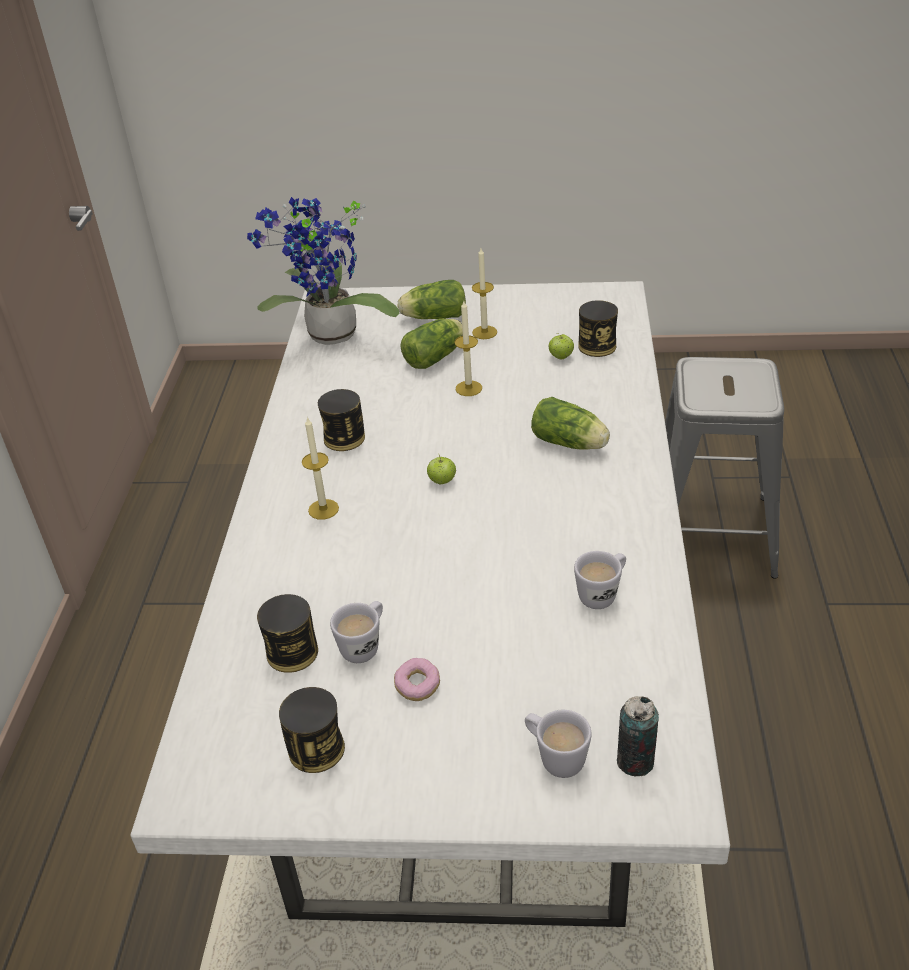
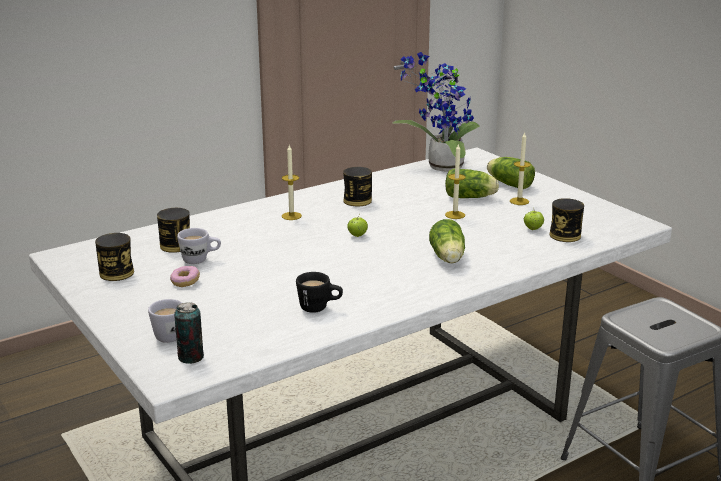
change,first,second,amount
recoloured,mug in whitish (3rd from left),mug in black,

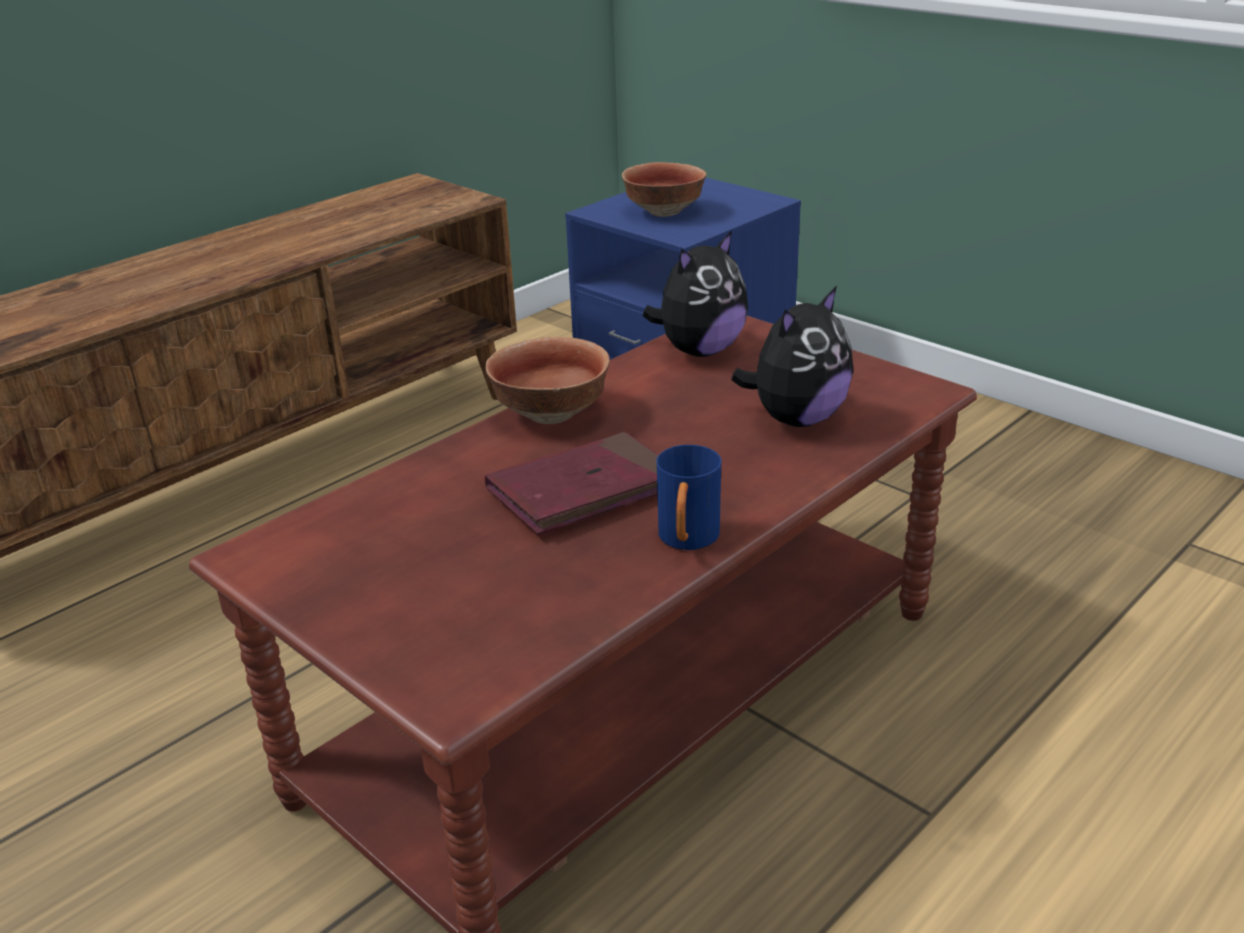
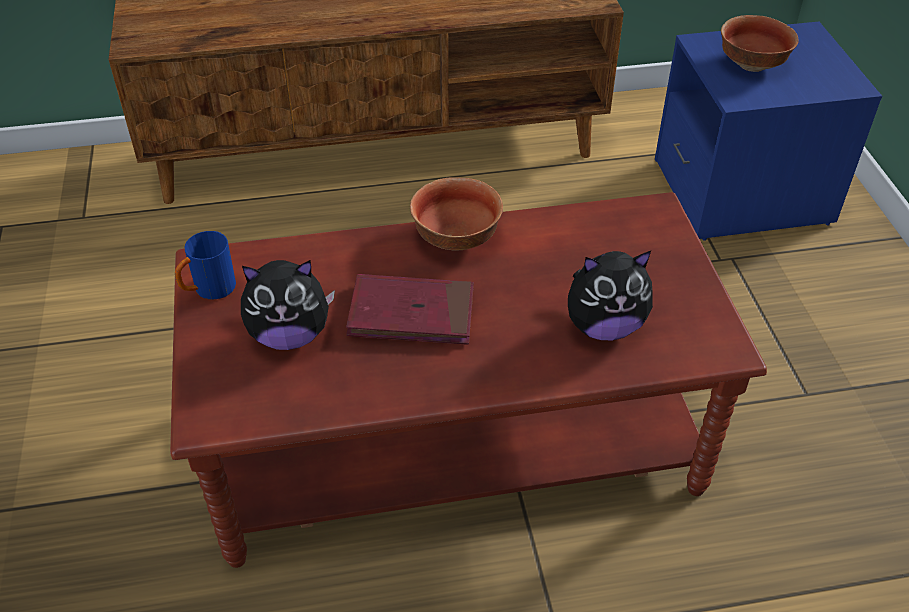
change,first,second,amount
moved,mug in blue,,
moved,cuddly toy (1st from left),,

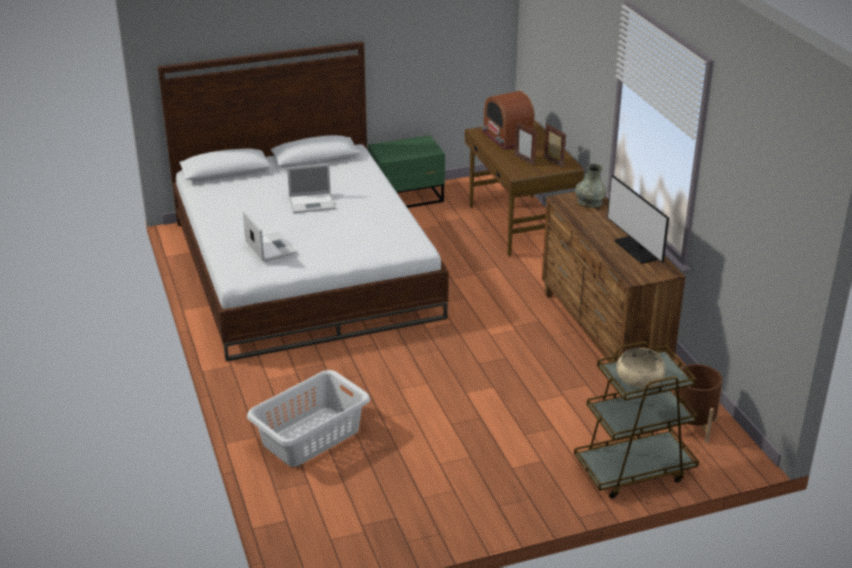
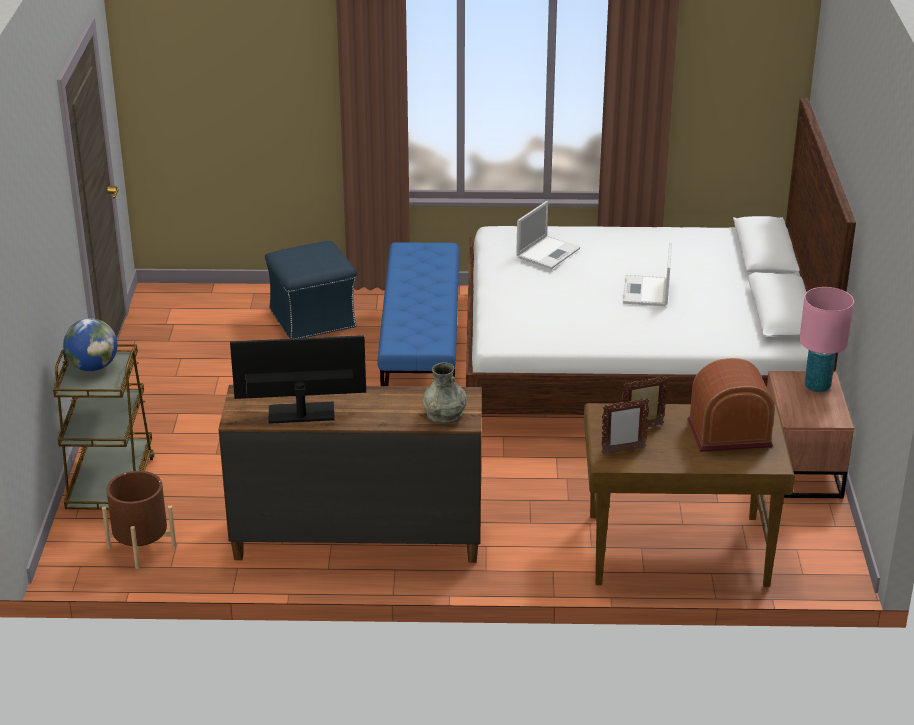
change,first,second,amount
replaced,serving bowl in beige,globe,
replaced,washing basket in whitish,pouffe in blue,
added,,indoor bench in blue,
turned,portable computer (1st from left),,45 degrees counterclockwise
recoloured,bedside table in green-coloured,bedside table in brown,
added,,table lamp in pink-coloured,

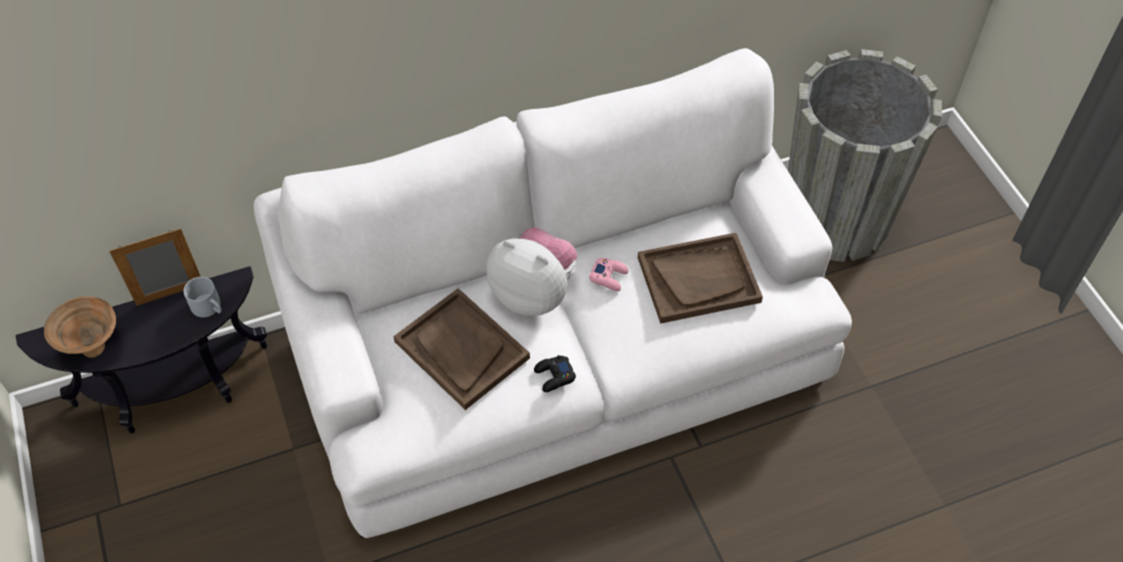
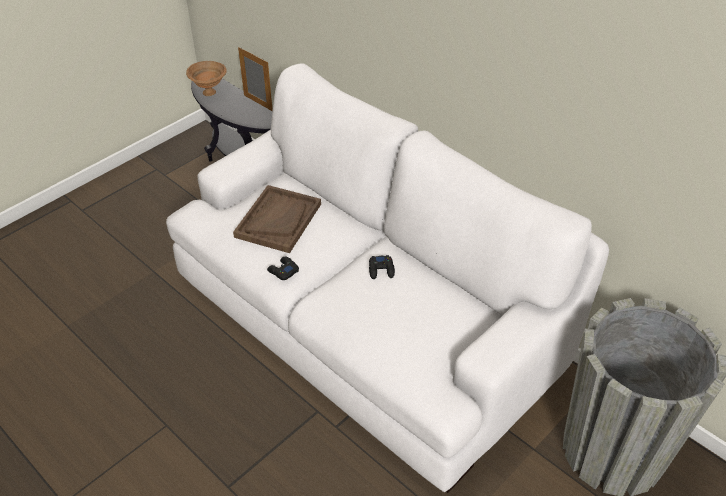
change,first,second,amount
recoloured,joypad in pink-coloured,joypad in black (2nd from left),
removed,mug in gray,,
removed,cuddly toy,,
removed,tray in brown (2nd from left),,

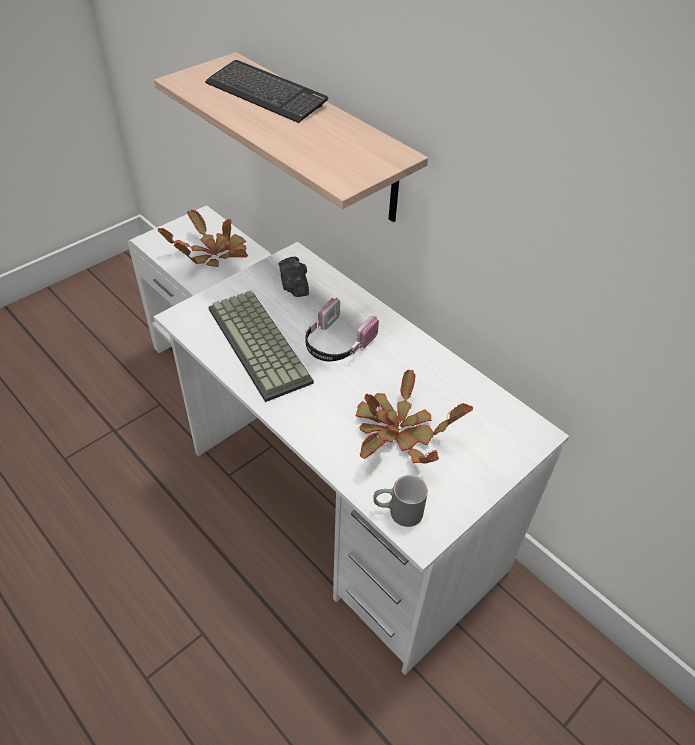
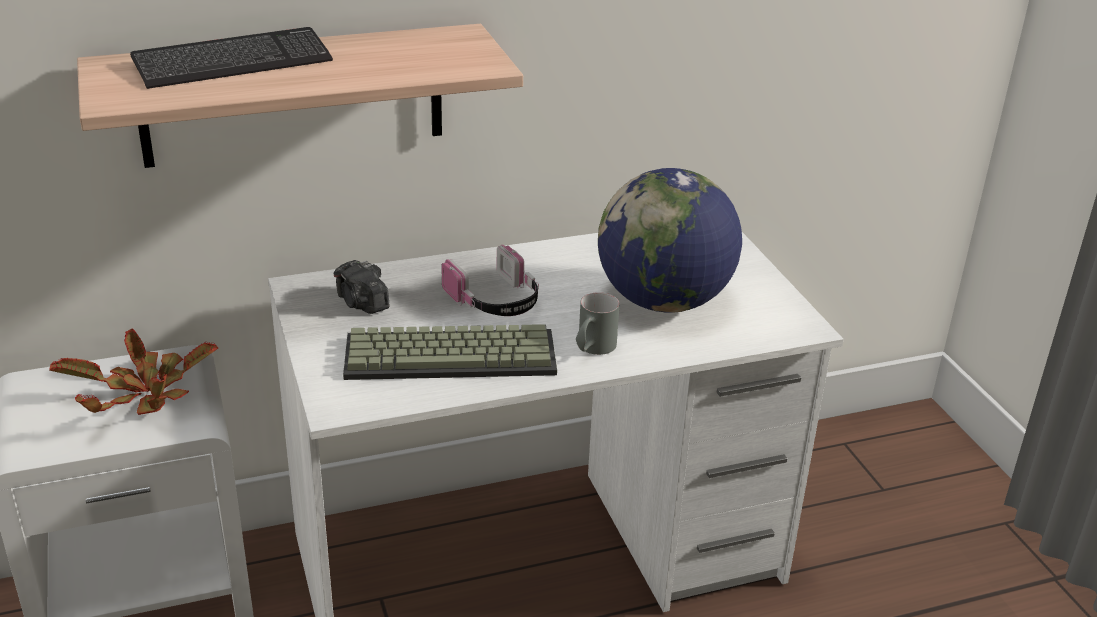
change,first,second,amount
turned,photo camera,,45 degrees clockwise
moved,mug in gray,,
replaced,houseplant (2nd from left),globe,

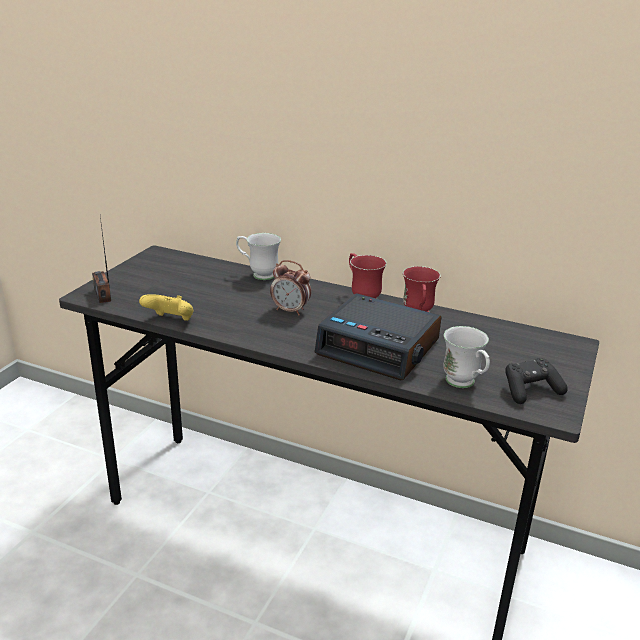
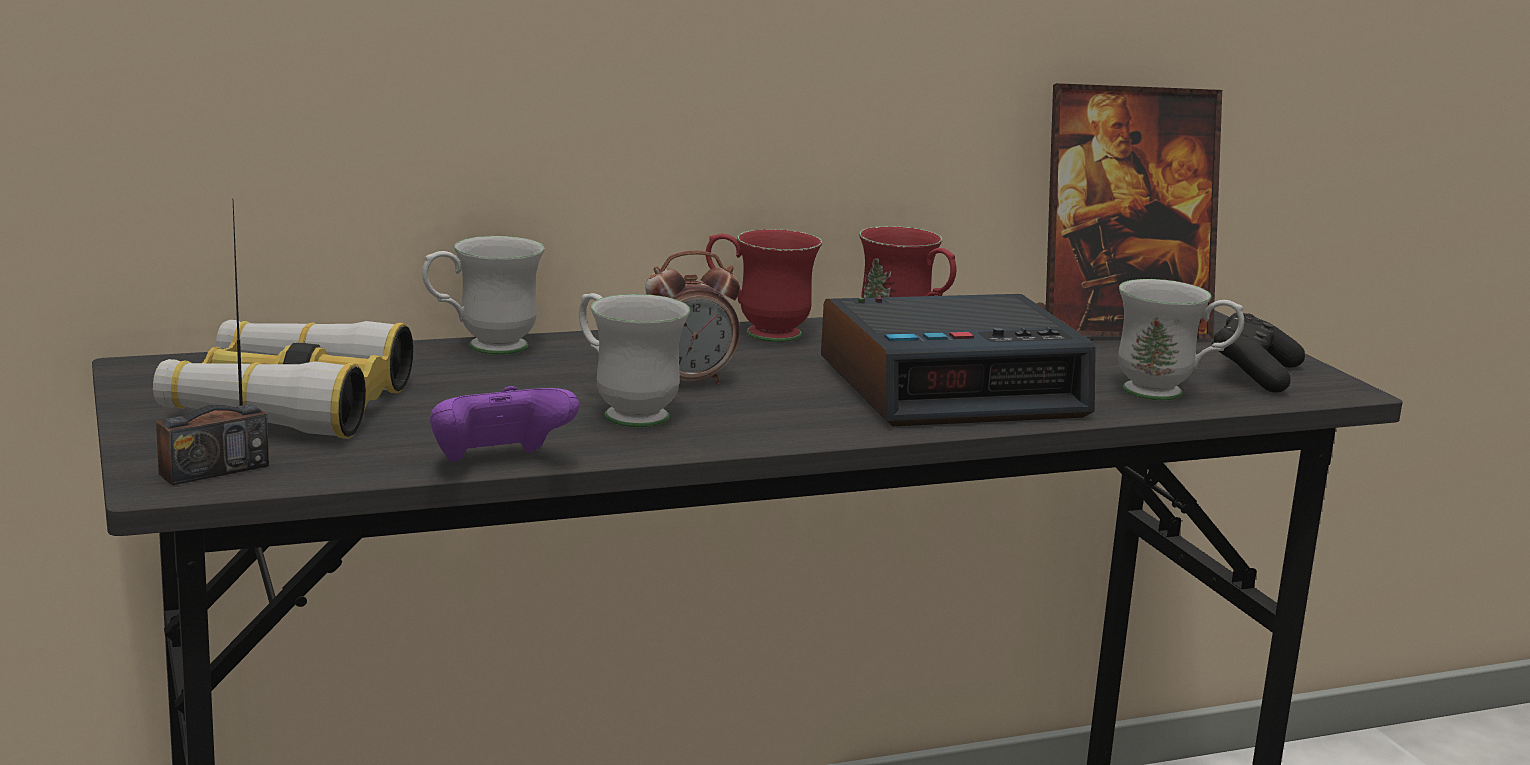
change,first,second,amount
added,,pair of binoculars,
turned,radio set,,60 degrees counterclockwise
recoloured,joypad in yellow,joypad in purple-coloured,
added,,mug in whitish (2nd from left),
added,,photo frame,

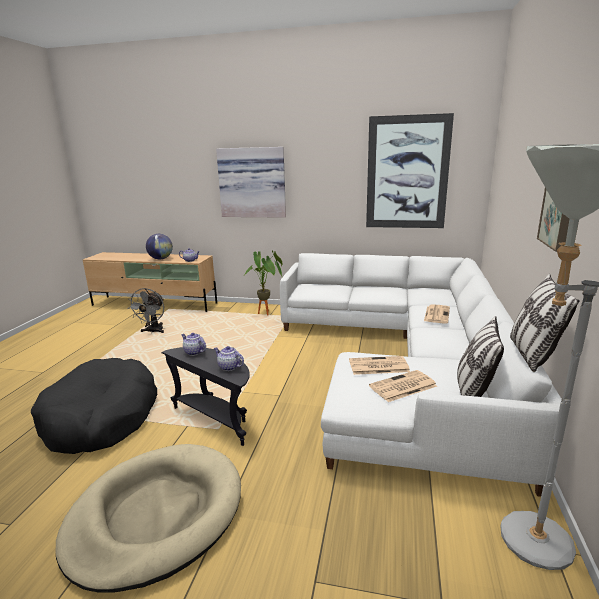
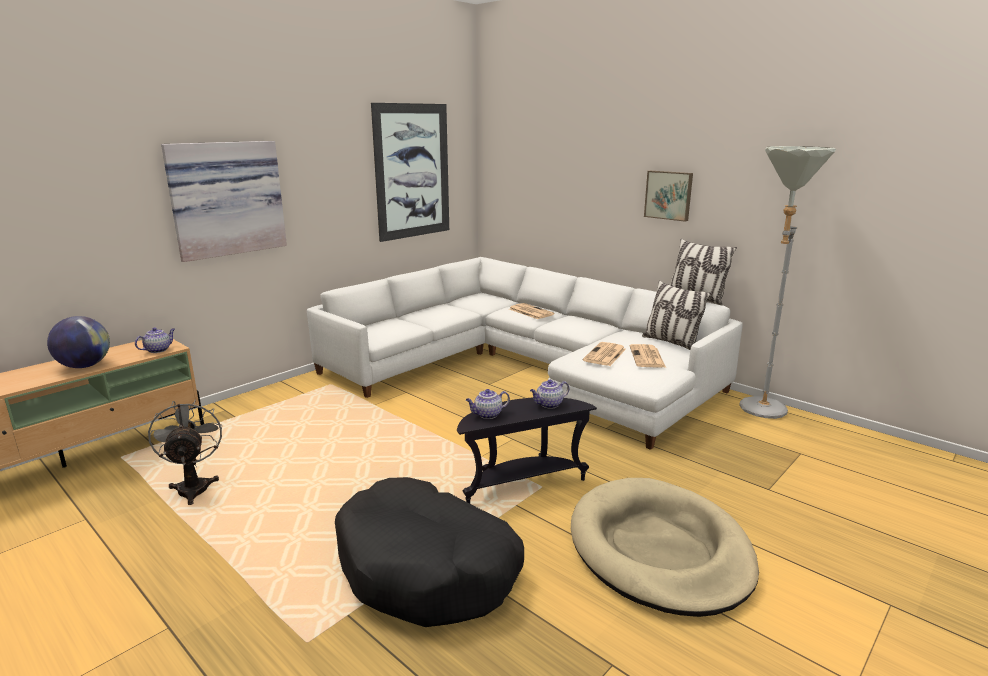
change,first,second,amount
turned,fan in gray,,150 degrees counterclockwise
removed,houseplant,,

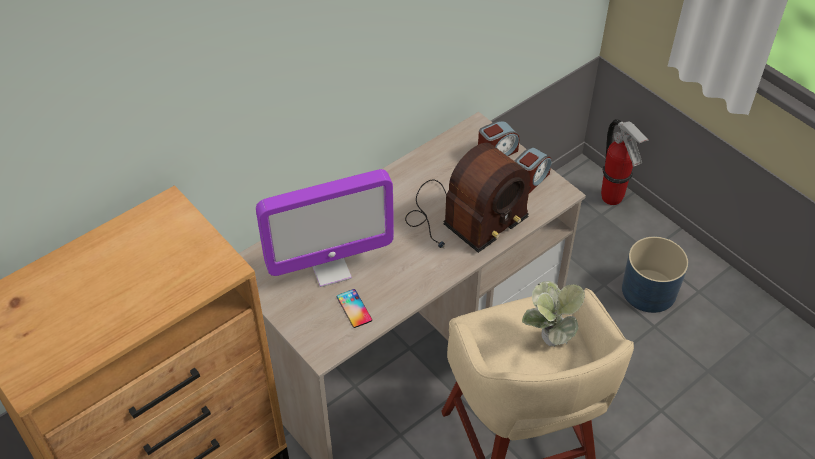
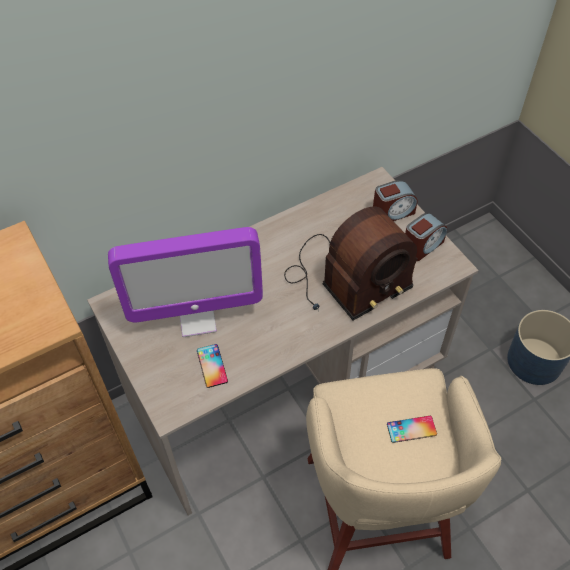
change,first,second,amount
replaced,houseplant,telephone (2nd from left),
removed,fire-fighting cylinder,,

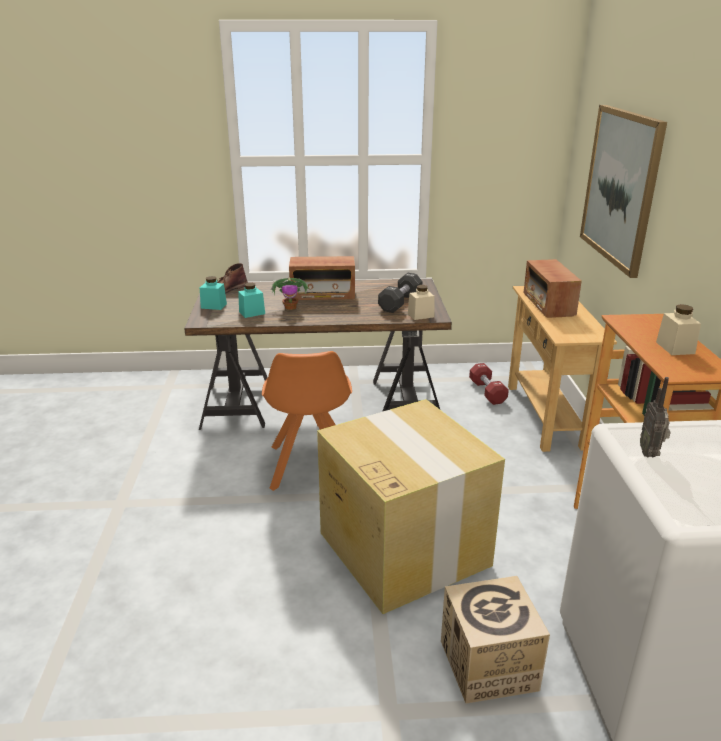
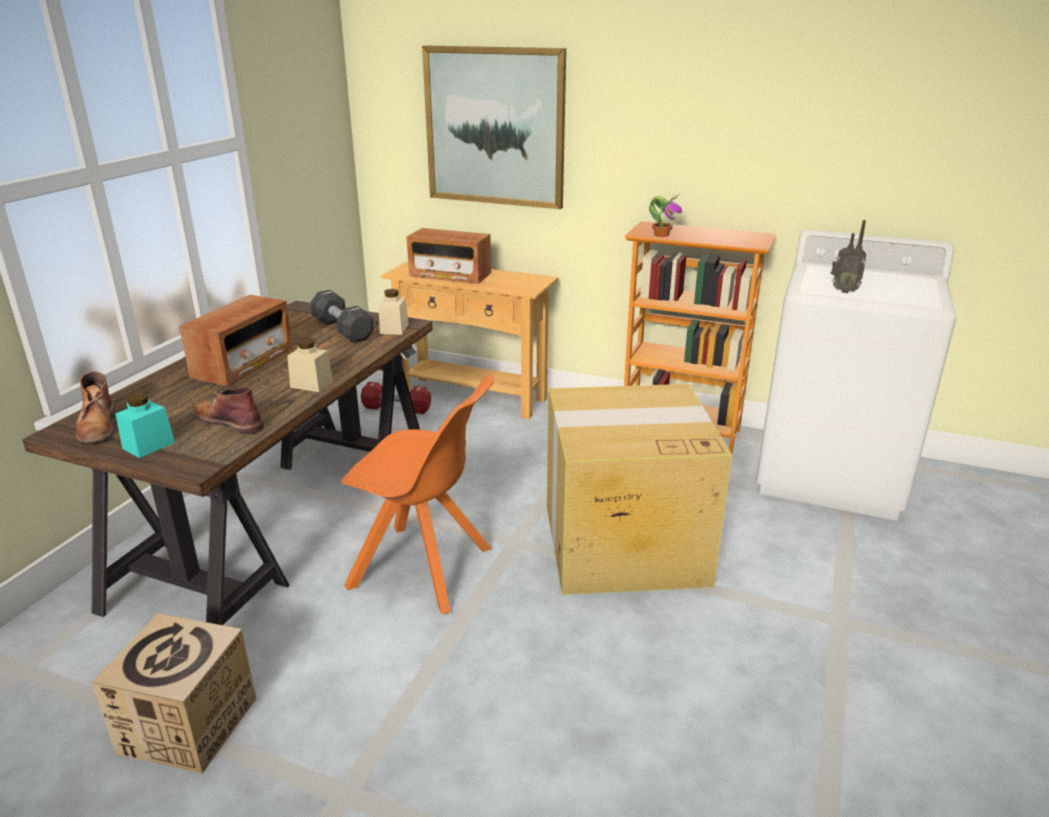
change,first,second,amount
moved,cardboard box (2nd from left in the first image),cardboard box (1st from left),
replaced,storage jar in turquoise-coloured (2nd from left),high-top boot in brown (2nd from left),
moved,storage jar in beige (2nd from left in the first image),storage jar in beige (1st from left),
moved,houseplant,,

